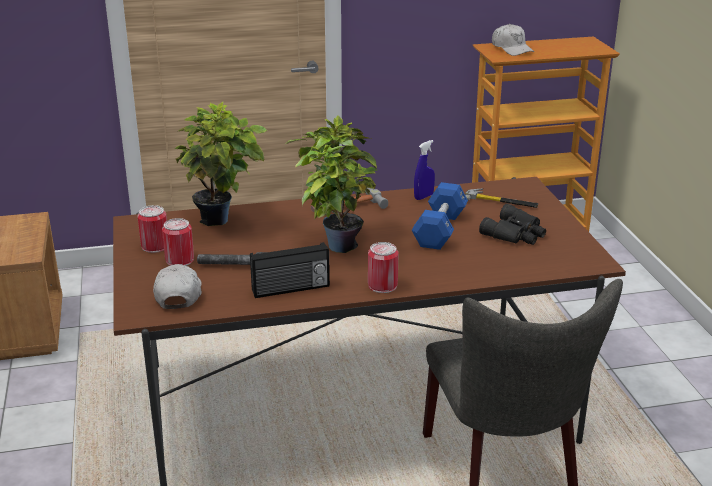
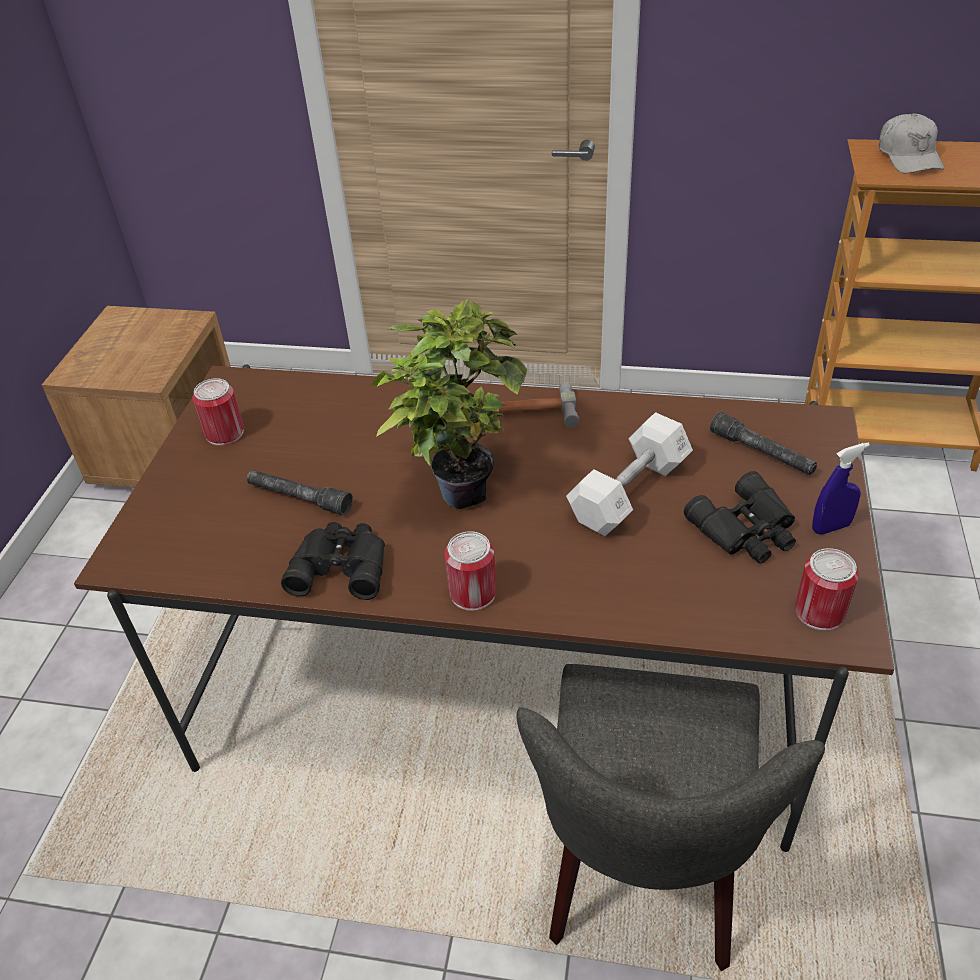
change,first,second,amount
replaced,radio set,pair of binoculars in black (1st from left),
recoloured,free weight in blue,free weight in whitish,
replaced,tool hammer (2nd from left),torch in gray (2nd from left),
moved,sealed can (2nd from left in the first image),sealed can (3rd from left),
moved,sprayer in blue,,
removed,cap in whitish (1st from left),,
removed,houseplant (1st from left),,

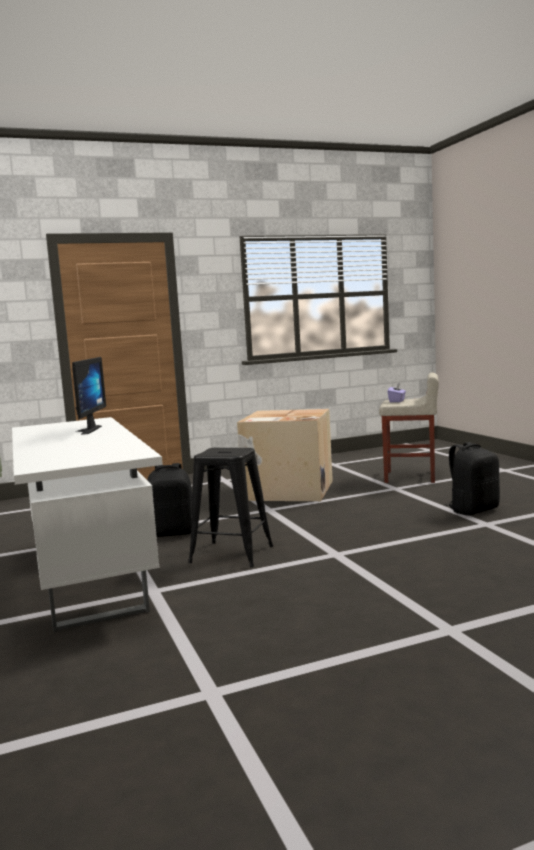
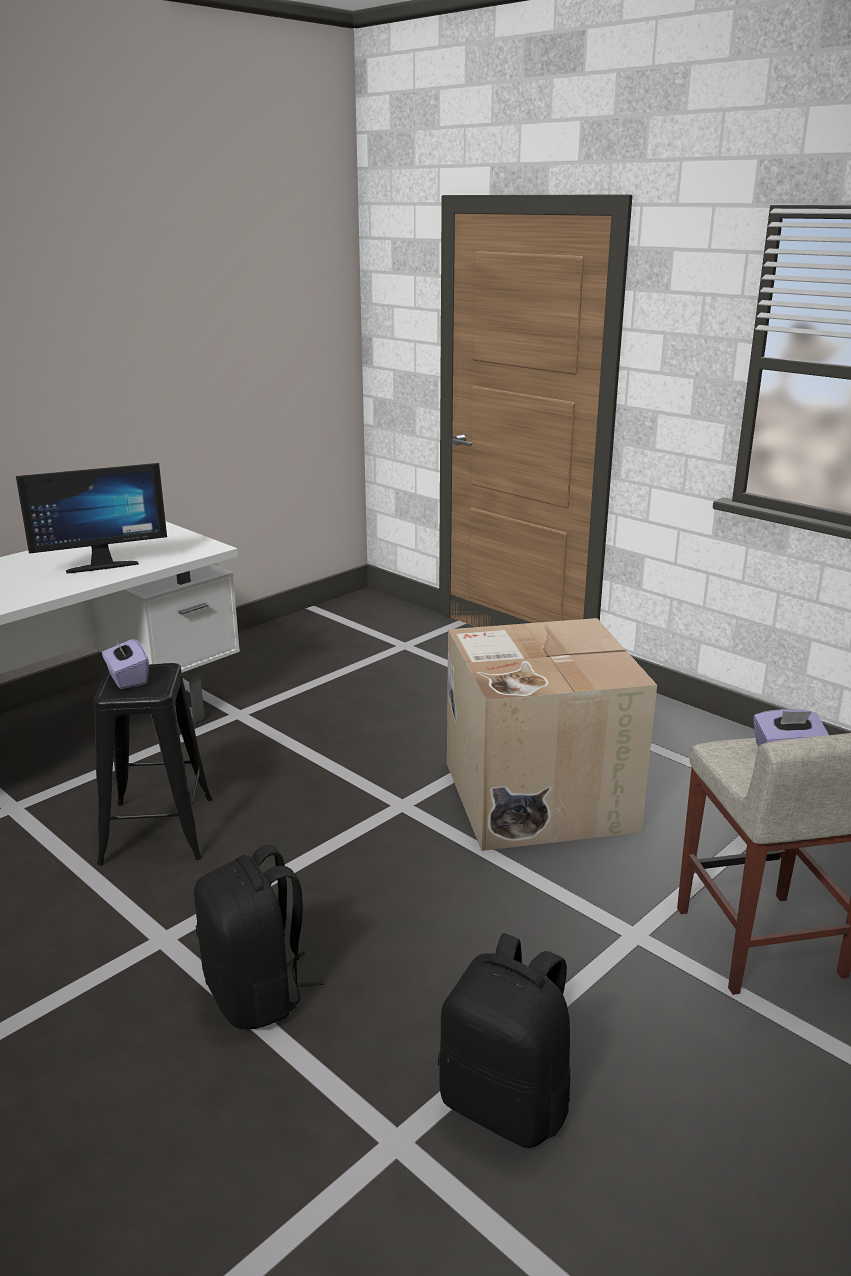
change,first,second,amount
added,,box of tissues in purple-coloured (1st from left),
moved,backpack in black (1st from left),,

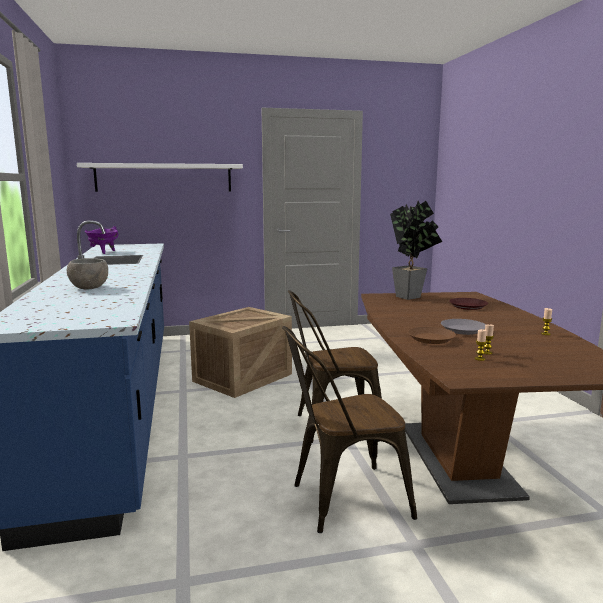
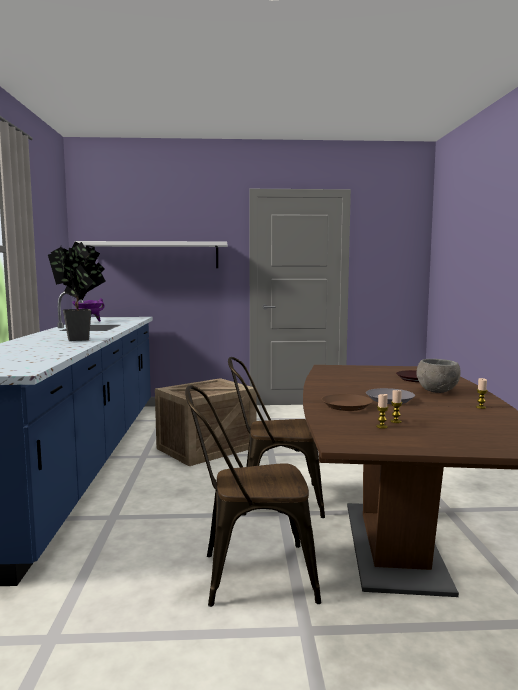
change,first,second,amount
moved,houseplant,,
moved,serving bowl in gray,,

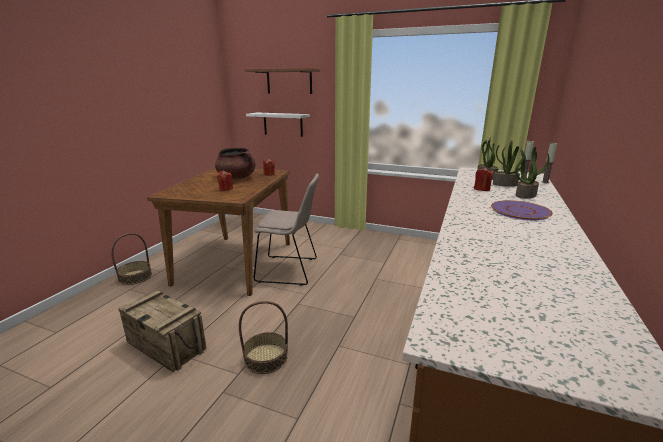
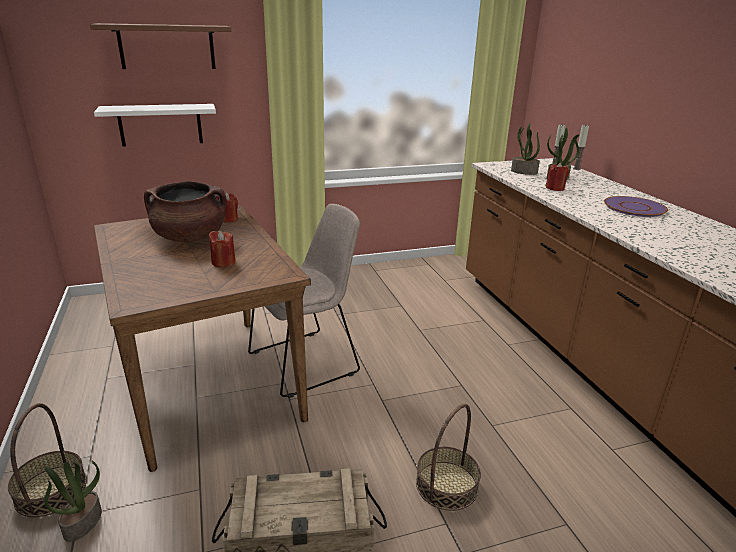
change,first,second,amount
moved,houseplant (3rd from left in the first image),houseplant (1st from left),

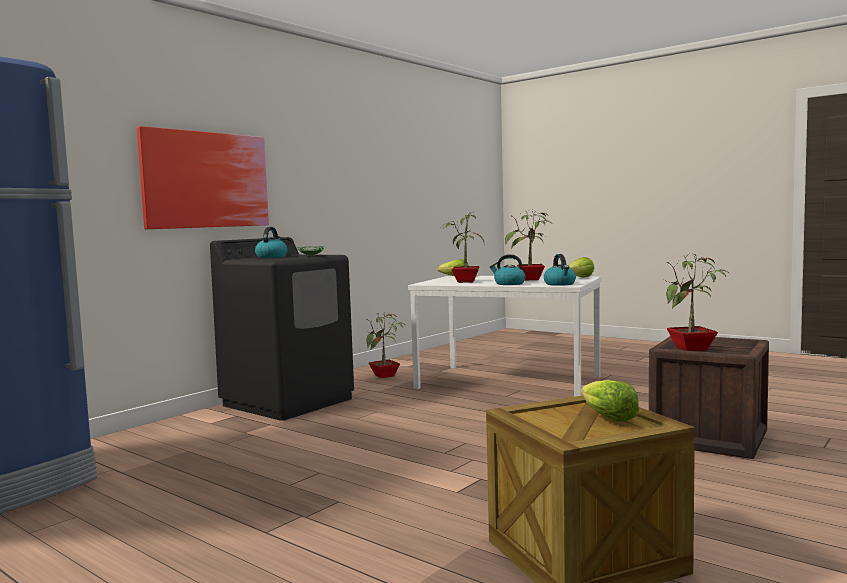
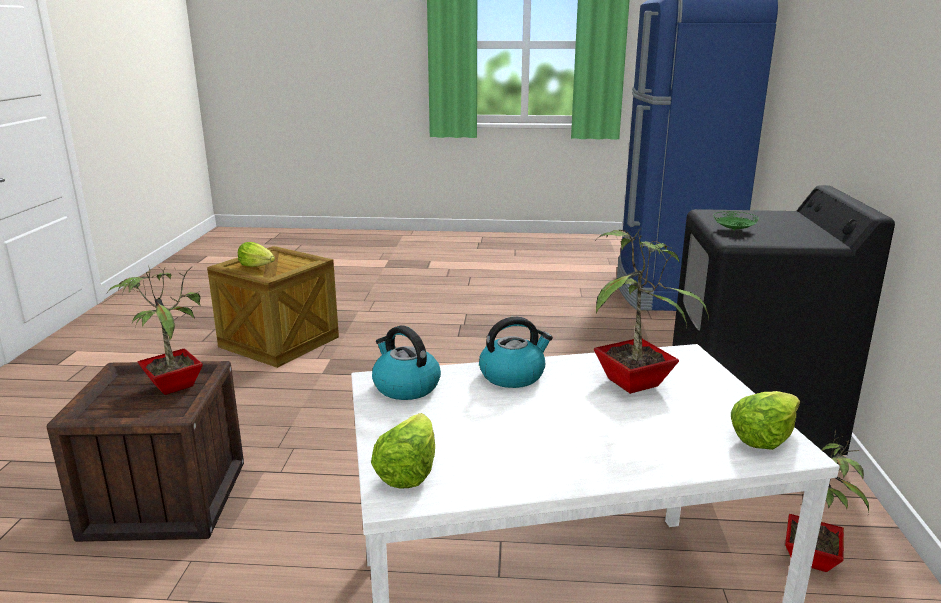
change,first,second,amount
removed,wall picture,,
removed,kettle (1st from left),,
removed,houseplant (3rd from left),,

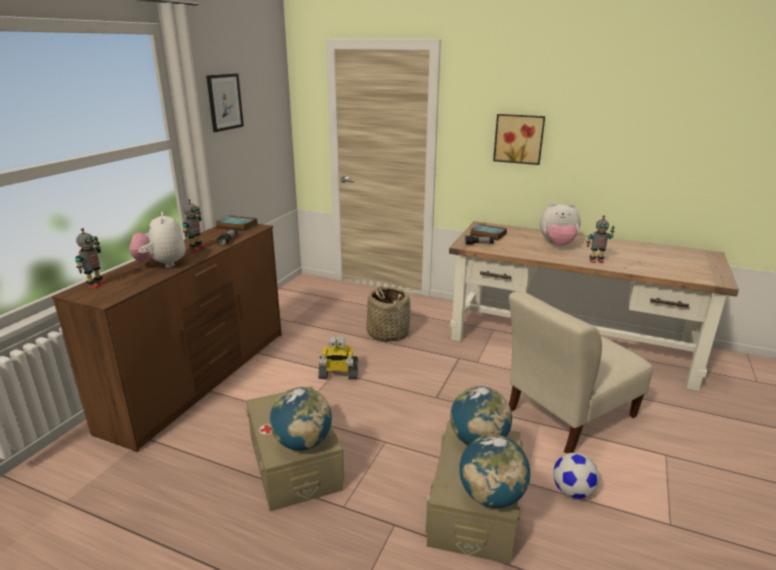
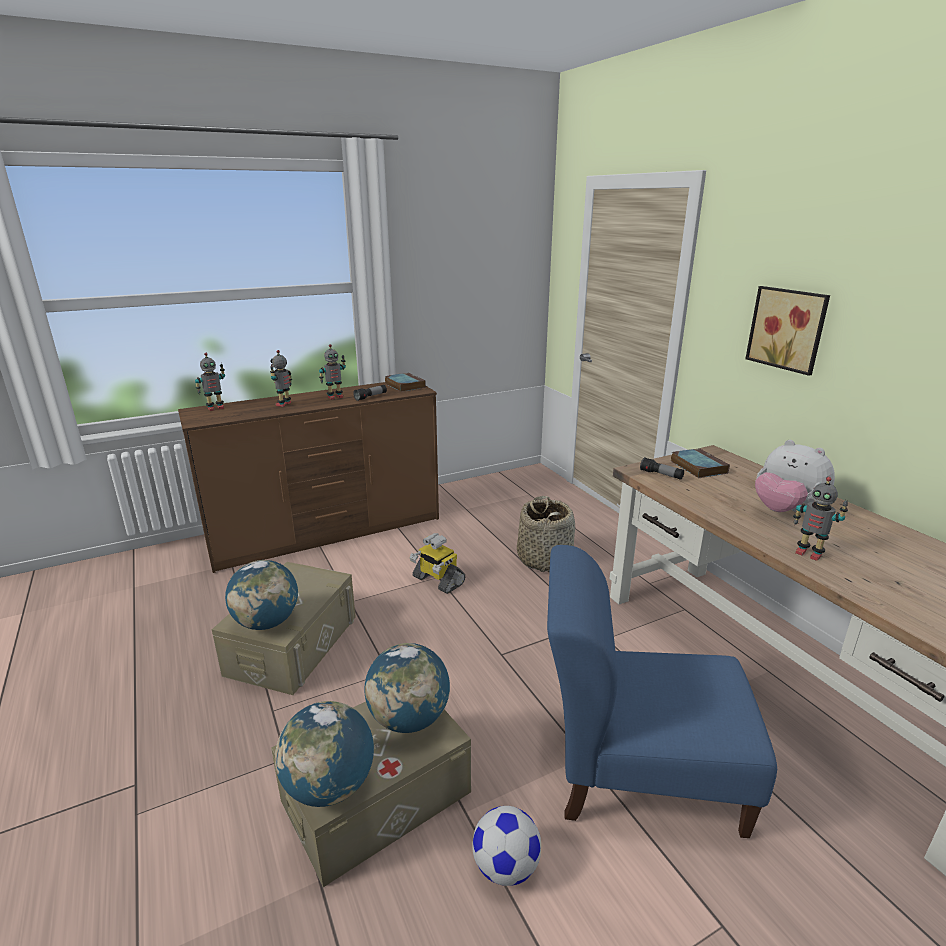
change,first,second,amount
replaced,cuddly toy (1st from left),robot figure (2nd from left),
recoloured,upright chair in beige,upright chair in blue,
removed,wall picture (1st from left),,

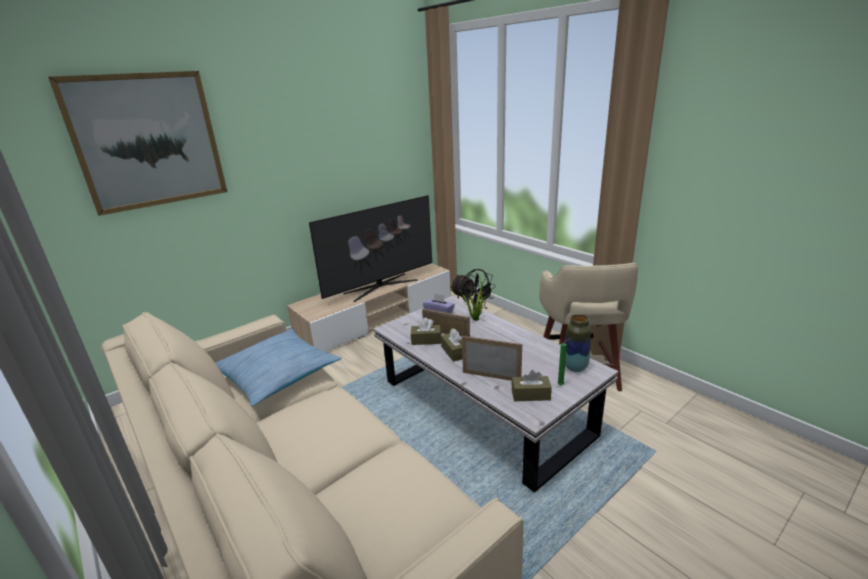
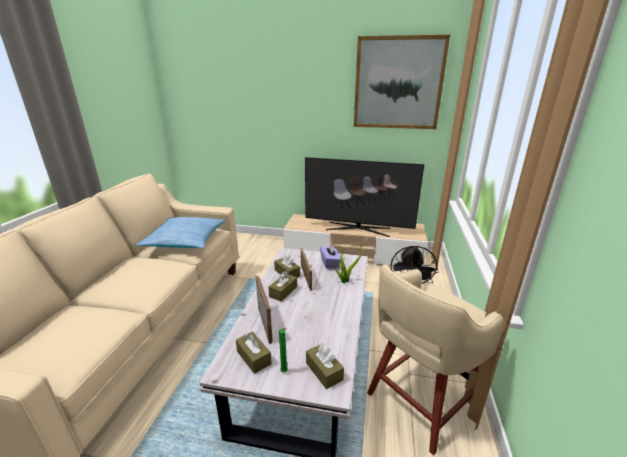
change,first,second,amount
replaced,vase,box of tissues in brown (4th from left),
moved,wall picture,,

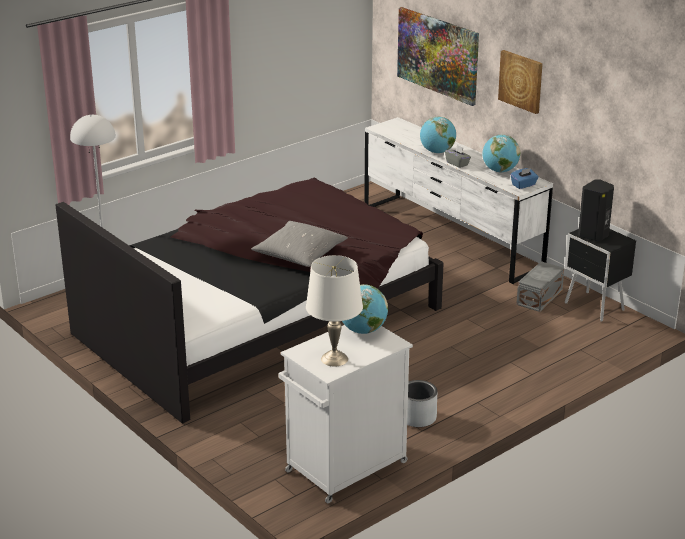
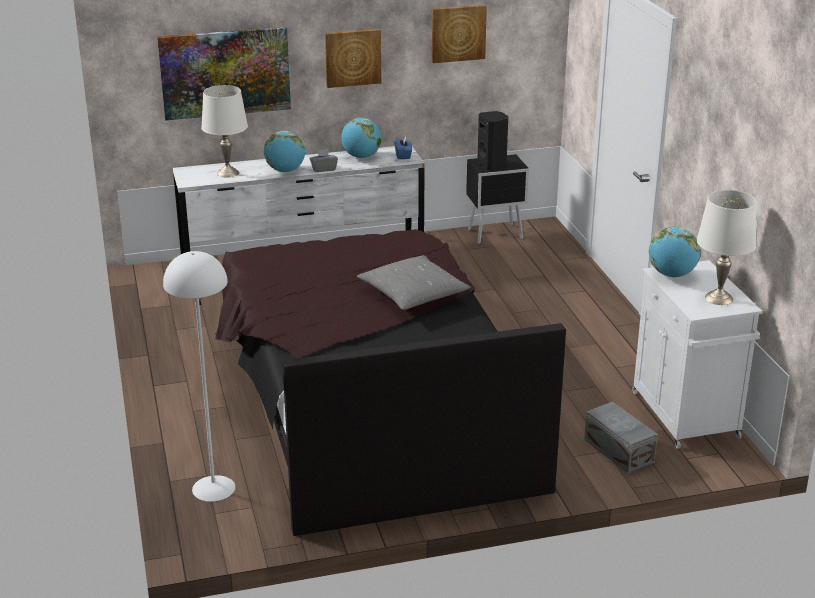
change,first,second,amount
added,,table lamp in whitish (1st from left),
added,,wall picture (3rd from left),
moved,storage container in gray,,
removed,plant pot in gray,,

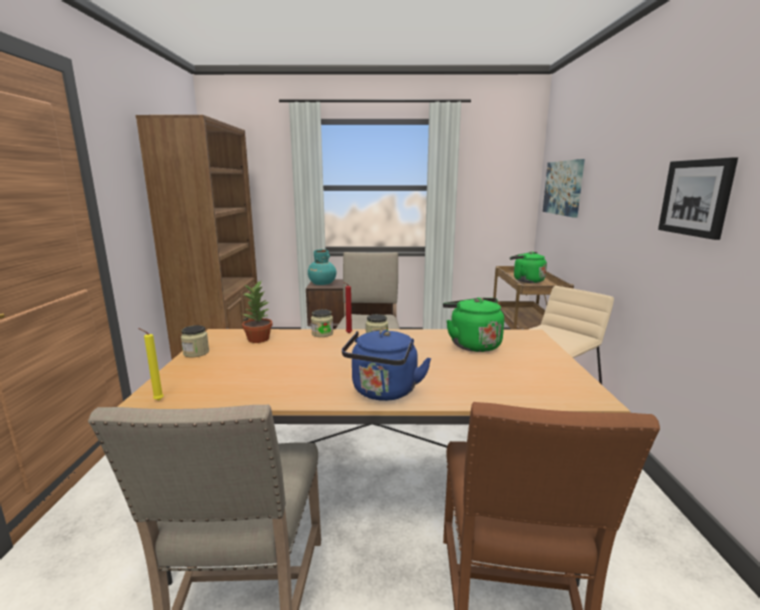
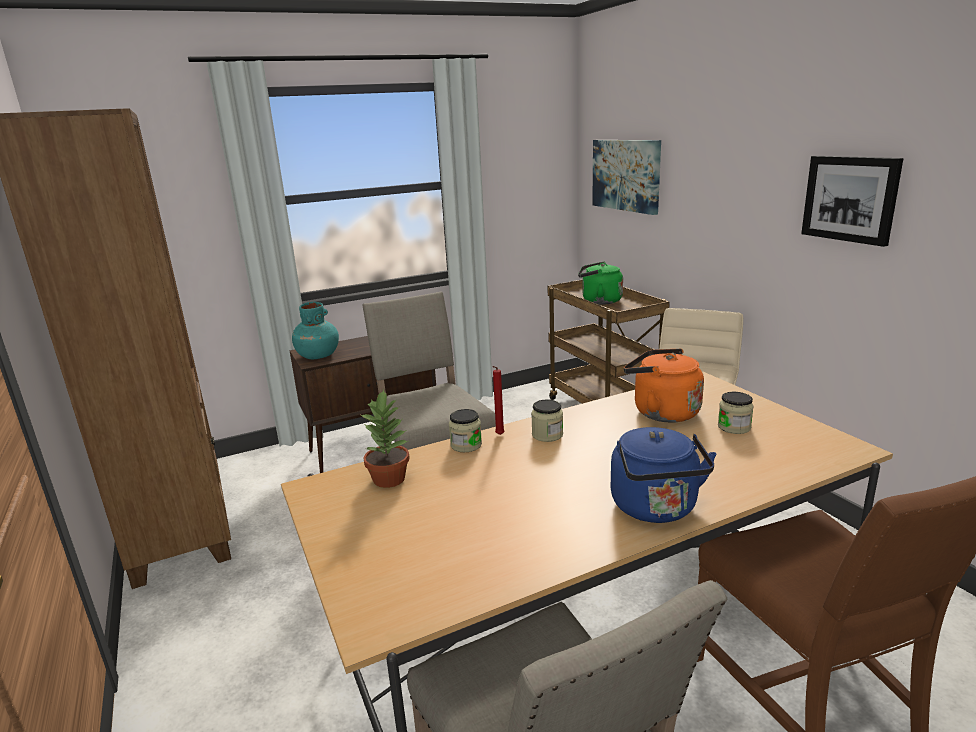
change,first,second,amount
recoloured,kettle in green-coloured (1st from left),kettle in orangey,
moved,storage jar (1st from left in the first image),storage jar (3rd from left),
removed,candle in yellow,,

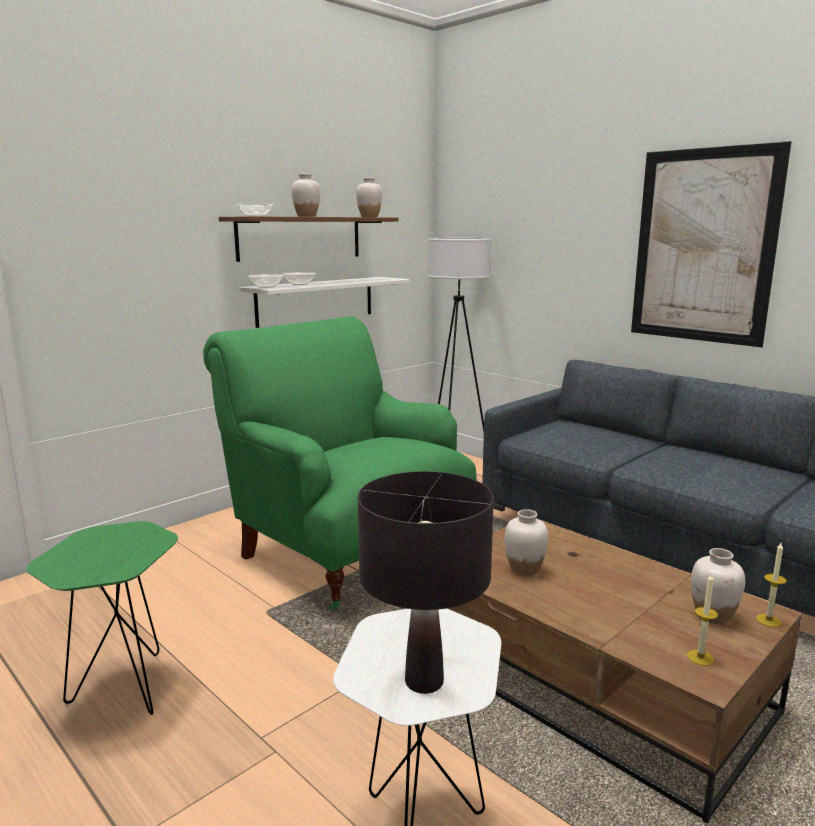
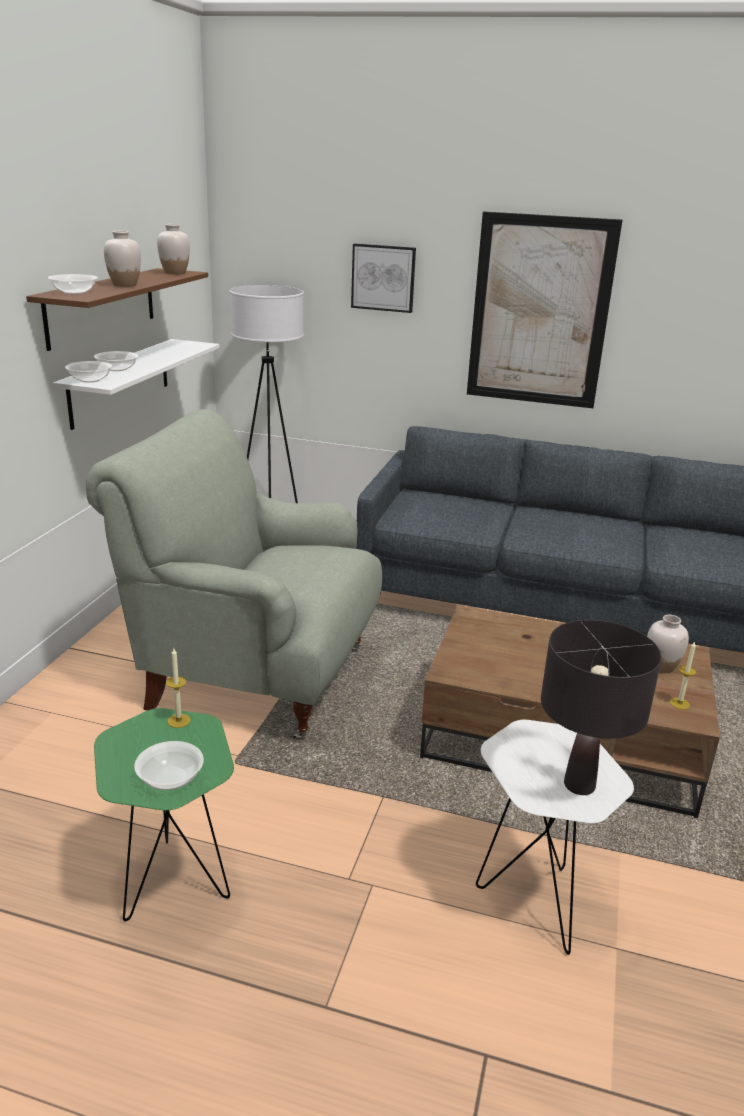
change,first,second,amount
recoloured,easy chair in green-coloured,easy chair in gray,
added,,serving bowl (4th from left),
moved,candle (2nd from left in the first image),candle (1st from left),
added,,wall picture (1st from left),
removed,vase in whitish (3rd from left),,

